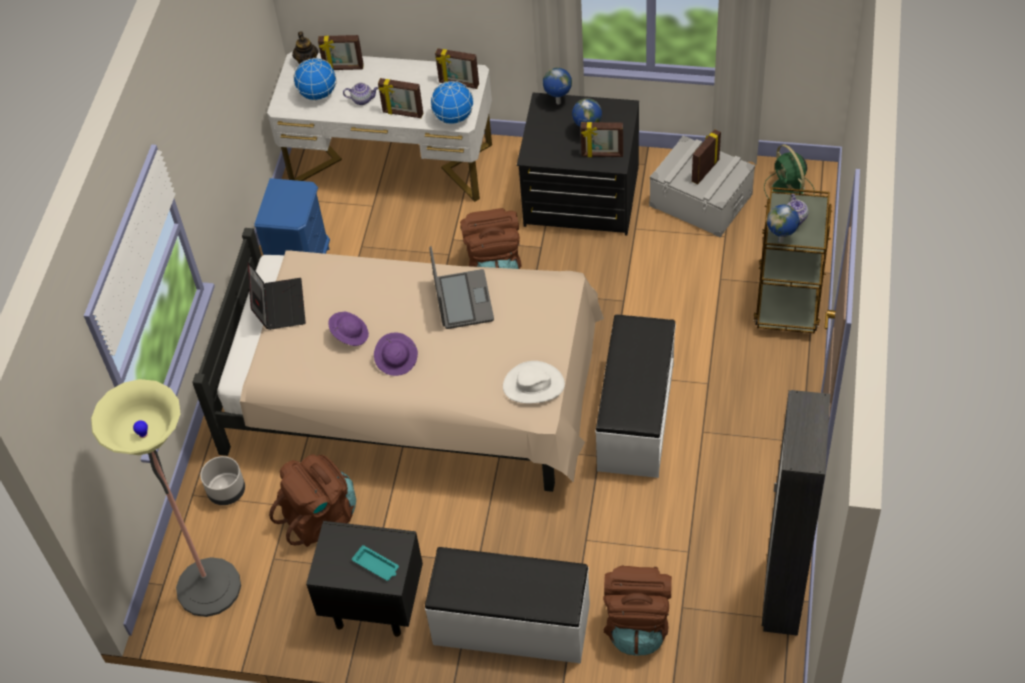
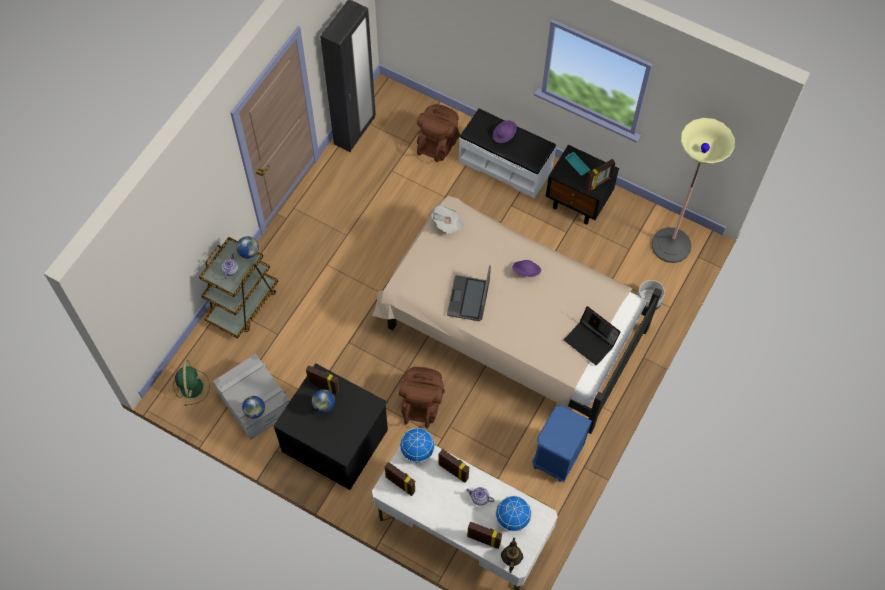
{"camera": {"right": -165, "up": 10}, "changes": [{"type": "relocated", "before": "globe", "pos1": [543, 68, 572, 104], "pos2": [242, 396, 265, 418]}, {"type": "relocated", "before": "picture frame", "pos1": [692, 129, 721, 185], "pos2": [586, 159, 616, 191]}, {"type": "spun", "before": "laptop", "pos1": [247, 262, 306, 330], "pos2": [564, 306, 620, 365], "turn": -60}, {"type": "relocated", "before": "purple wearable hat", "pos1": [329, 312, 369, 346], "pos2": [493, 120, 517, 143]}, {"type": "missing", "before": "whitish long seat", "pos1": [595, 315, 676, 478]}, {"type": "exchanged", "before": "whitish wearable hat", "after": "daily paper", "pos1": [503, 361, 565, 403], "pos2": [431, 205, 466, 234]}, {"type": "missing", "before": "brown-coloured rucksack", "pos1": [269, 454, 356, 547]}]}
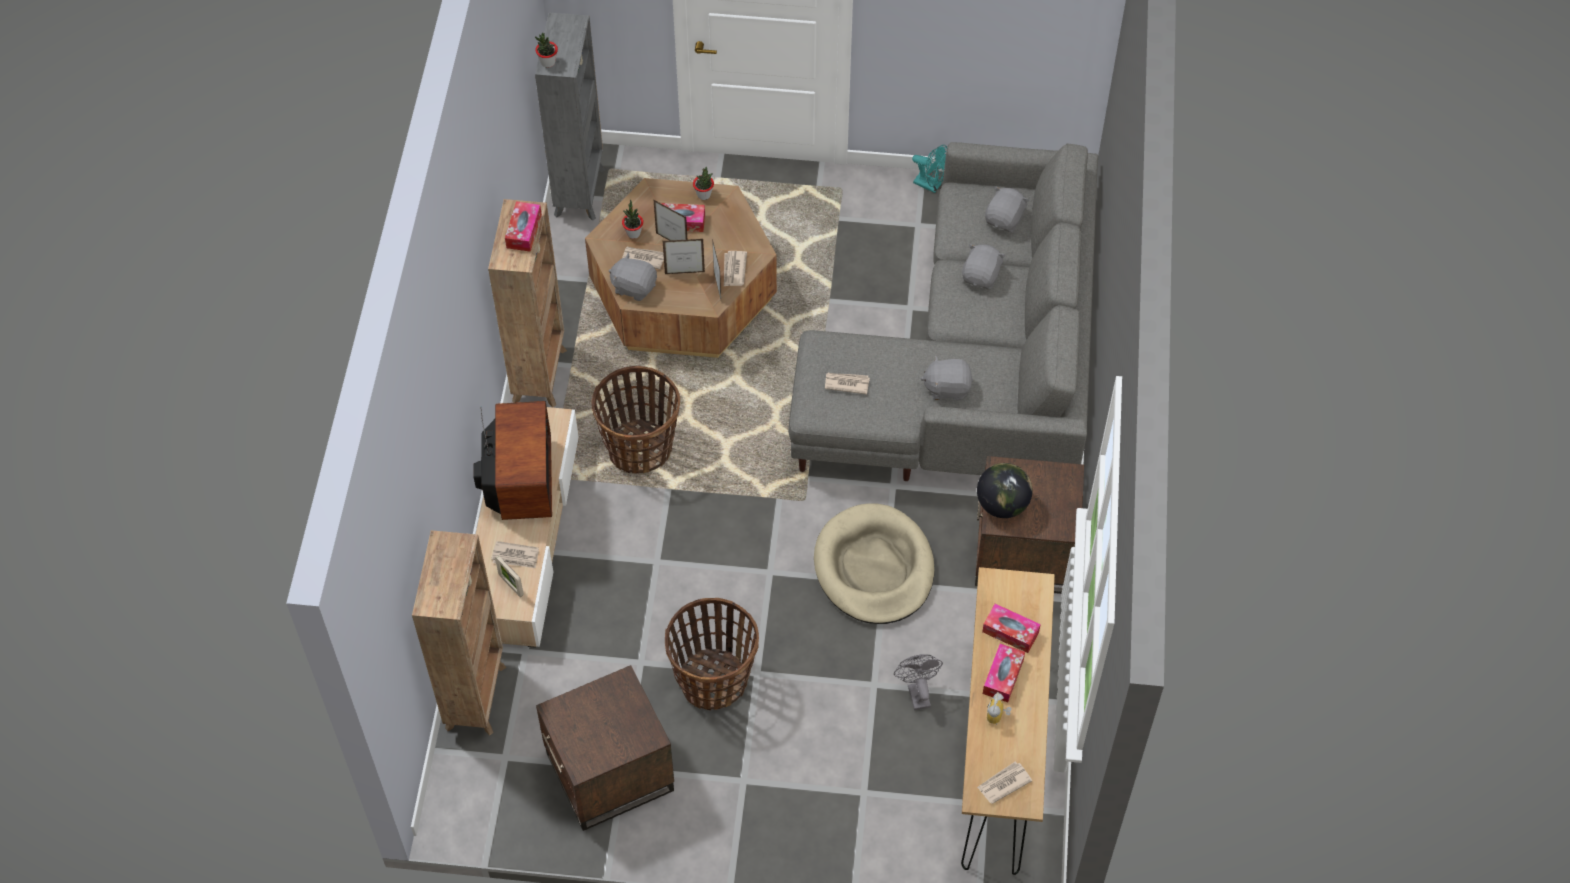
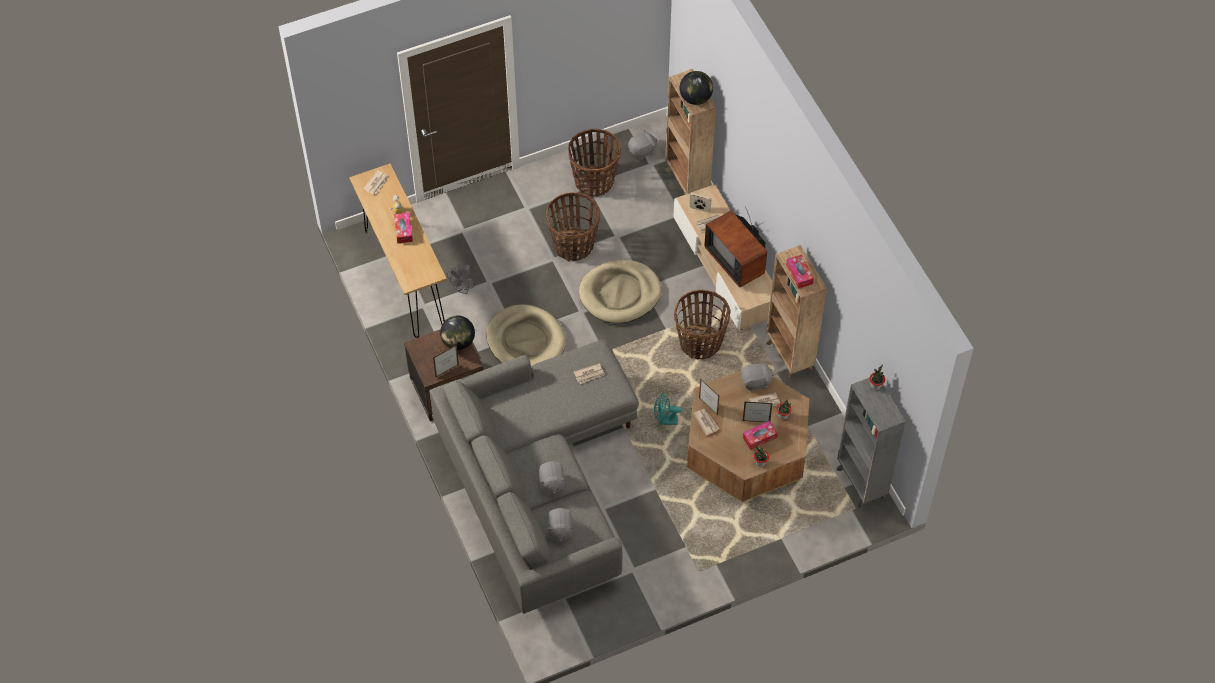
{"camera": {"right": 150, "up": 0}, "changes": [{"type": "relocated", "before": "blue-green cooling fan", "pos1": [912, 145, 947, 193], "pos2": [654, 392, 682, 425]}, {"type": "relocated", "before": "picture frame", "pos1": [663, 239, 705, 274], "pos2": [433, 345, 459, 378]}, {"type": "relocated", "before": "gray soft toy", "pos1": [921, 355, 973, 400], "pos2": [628, 130, 657, 160]}, {"type": "missing", "before": "box of tissues", "pos1": [982, 604, 1041, 653]}, {"type": "spun", "before": "gray cooling fan", "pos1": [894, 654, 943, 710], "pos2": [447, 264, 476, 294], "turn": 60}, {"type": "exchanged", "before": "brown-coloured side table", "after": "household basket", "pos1": [536, 665, 674, 831], "pos2": [568, 129, 621, 197]}, {"type": "appeared", "after": "globe", "pos2": [680, 71, 713, 105]}, {"type": "appeared", "after": "beige-coloured pet bed", "pos2": [579, 260, 662, 323]}]}
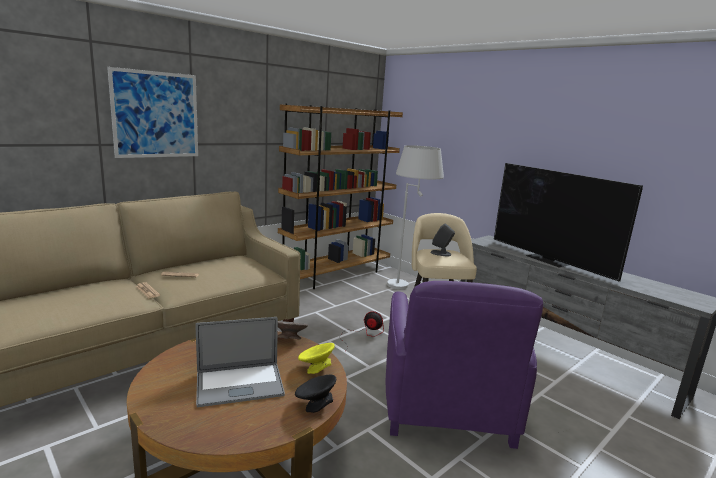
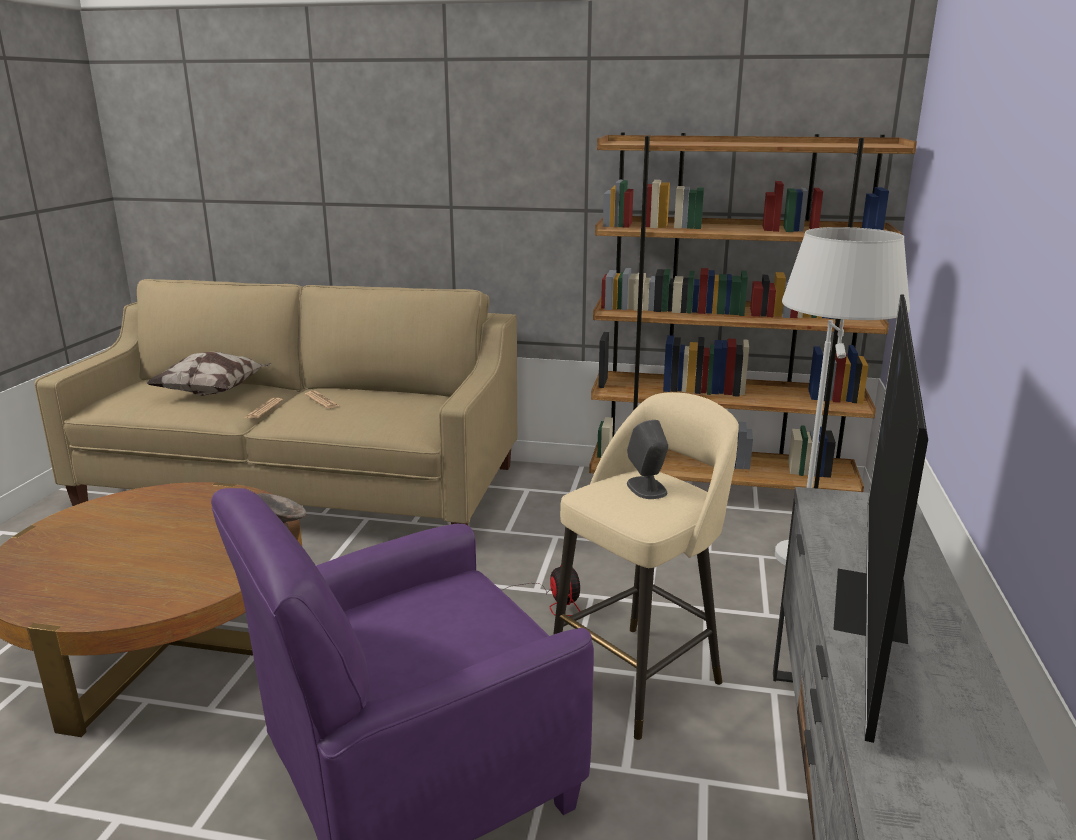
{"camera": {"right": 55, "up": 5}, "changes": [{"type": "missing", "before": "wall picture", "pos1": [107, 67, 198, 158]}, {"type": "missing", "before": "laptop", "pos1": [196, 317, 285, 407]}, {"type": "missing", "before": "yellowish bowl", "pos1": [298, 343, 335, 374]}, {"type": "missing", "before": "black bowl", "pos1": [295, 375, 336, 413]}, {"type": "appeared", "after": "pillow", "pos2": [146, 352, 270, 396]}]}
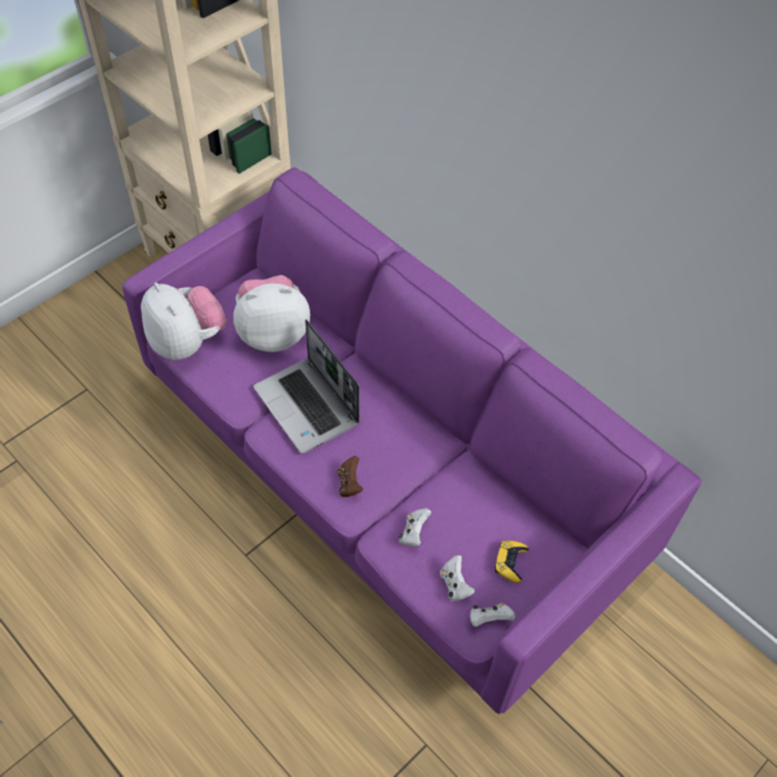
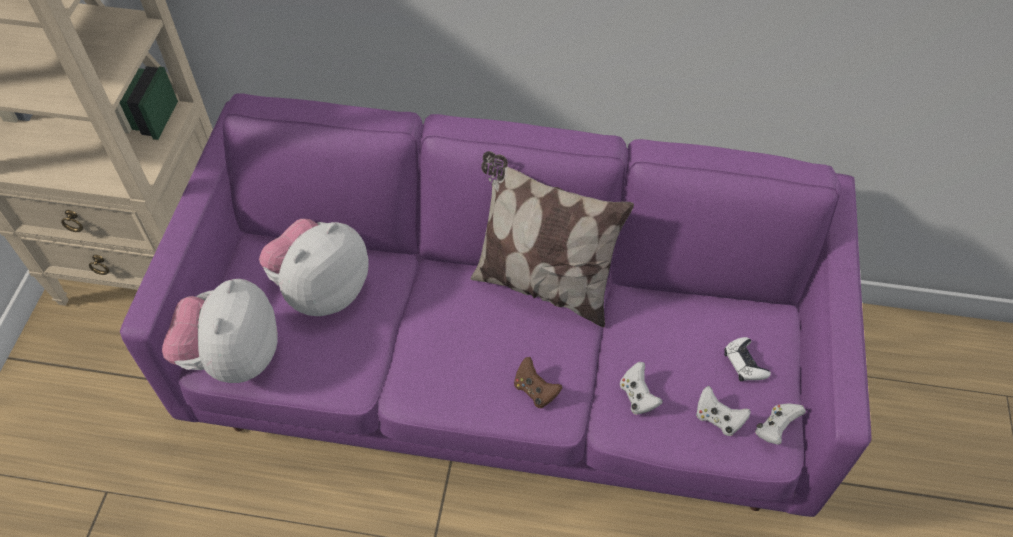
{"camera": {"right": -35, "up": 0}, "changes": [{"type": "spun", "before": "soft toy", "pos1": [141, 283, 227, 360], "pos2": [162, 279, 278, 383], "turn": -105}, {"type": "missing", "before": "laptop", "pos1": [253, 319, 359, 454]}, {"type": "colour", "before": "yellowish joypad", "after": "whitish joypad", "pos1": [495, 540, 529, 583], "pos2": [724, 337, 771, 381]}, {"type": "appeared", "after": "pillow", "pos2": [470, 151, 634, 328]}]}
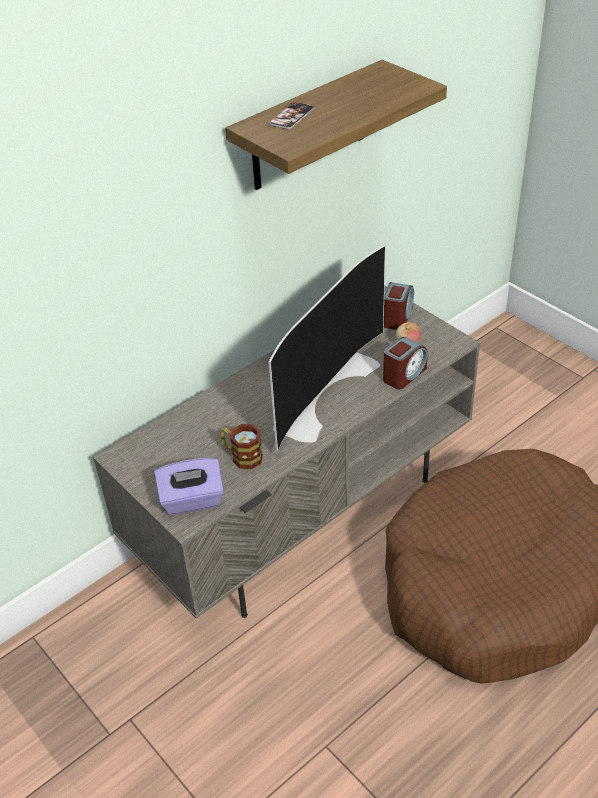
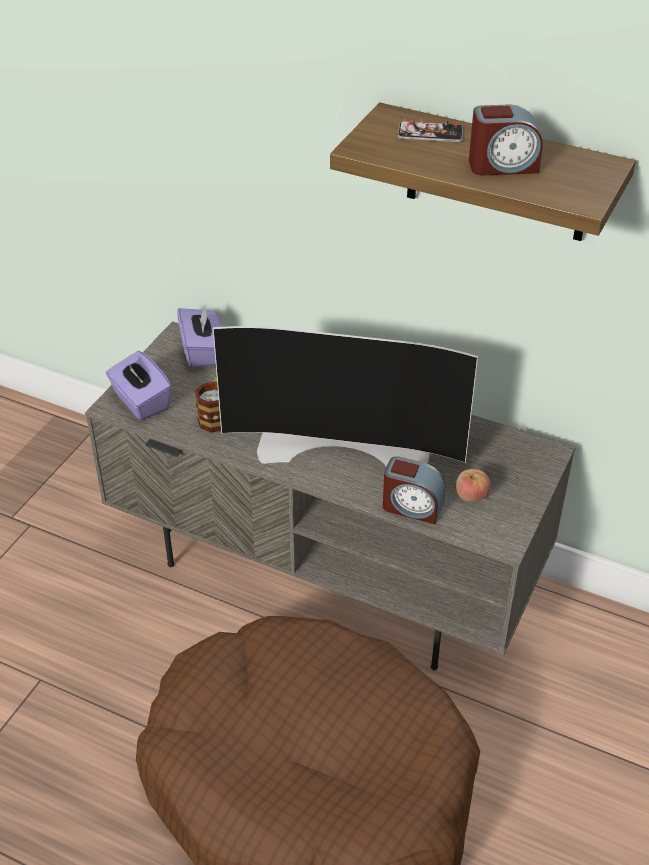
{"camera": {"right": 65, "up": 0}, "changes": [{"type": "relocated", "before": "alarm clock", "pos1": [384, 282, 414, 330], "pos2": [469, 105, 543, 175]}, {"type": "appeared", "after": "purple box of tissues", "pos2": [177, 303, 222, 368]}]}
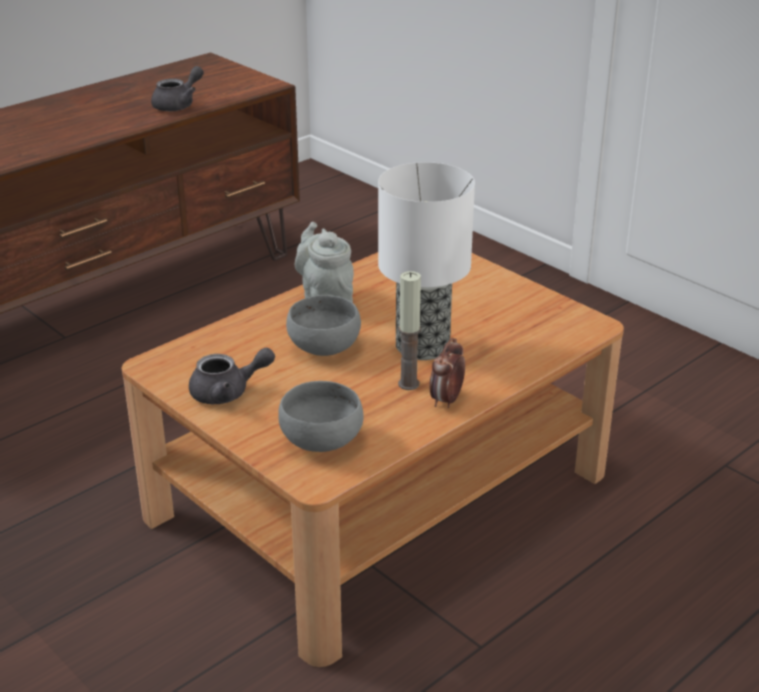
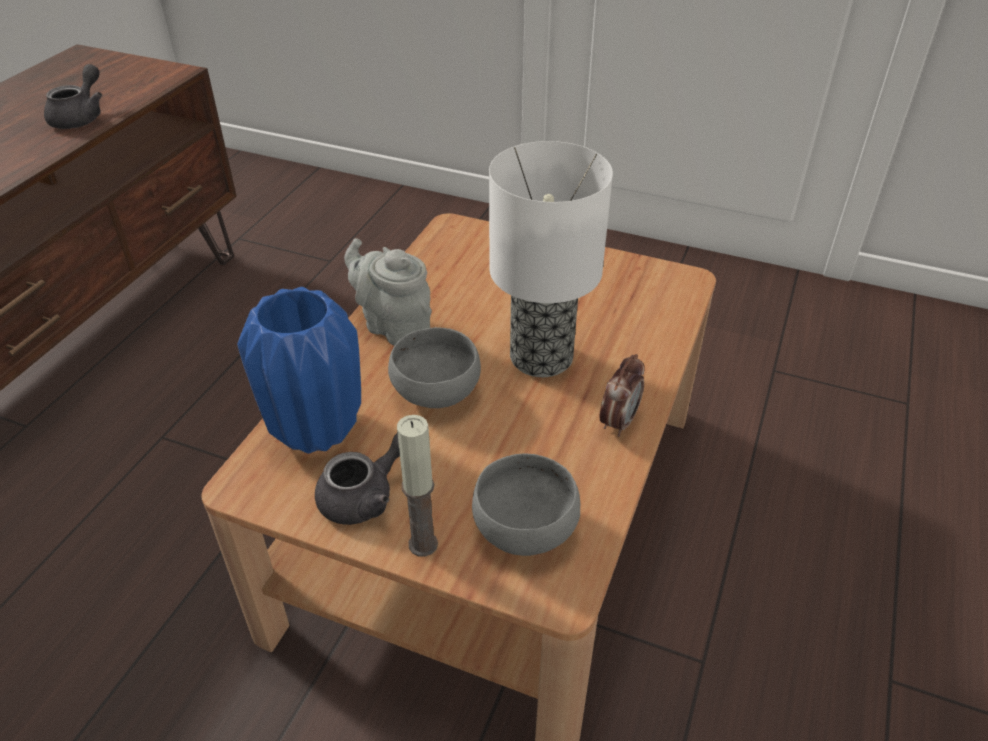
{"camera": {"right": -25, "up": 10}, "changes": [{"type": "relocated", "before": "candle", "pos1": [398, 271, 421, 390], "pos2": [397, 415, 438, 556]}, {"type": "spun", "before": "alarm clock", "pos1": [429, 338, 465, 408], "pos2": [600, 354, 645, 437], "turn": -150}, {"type": "appeared", "after": "blue-coloured decorative vase", "pos2": [237, 287, 361, 454]}]}
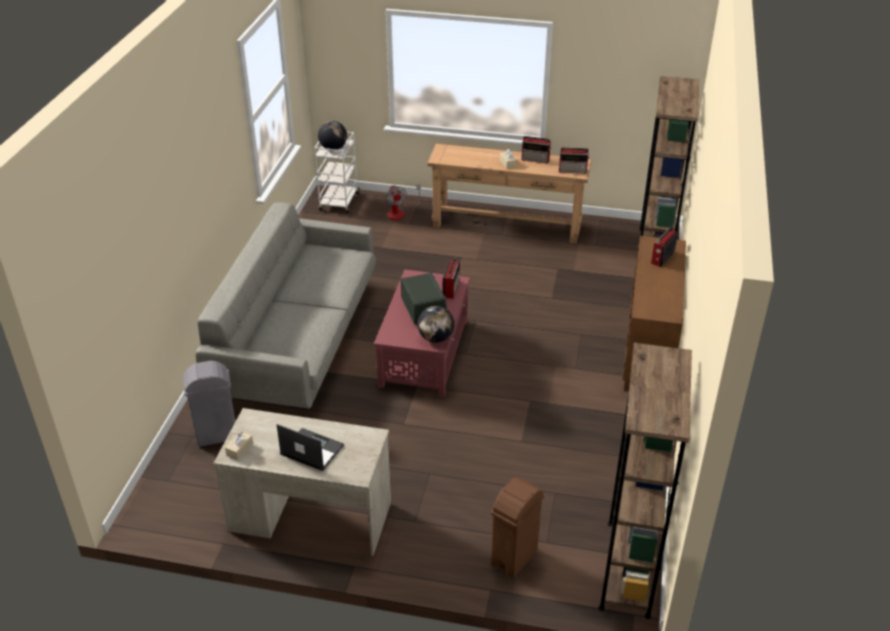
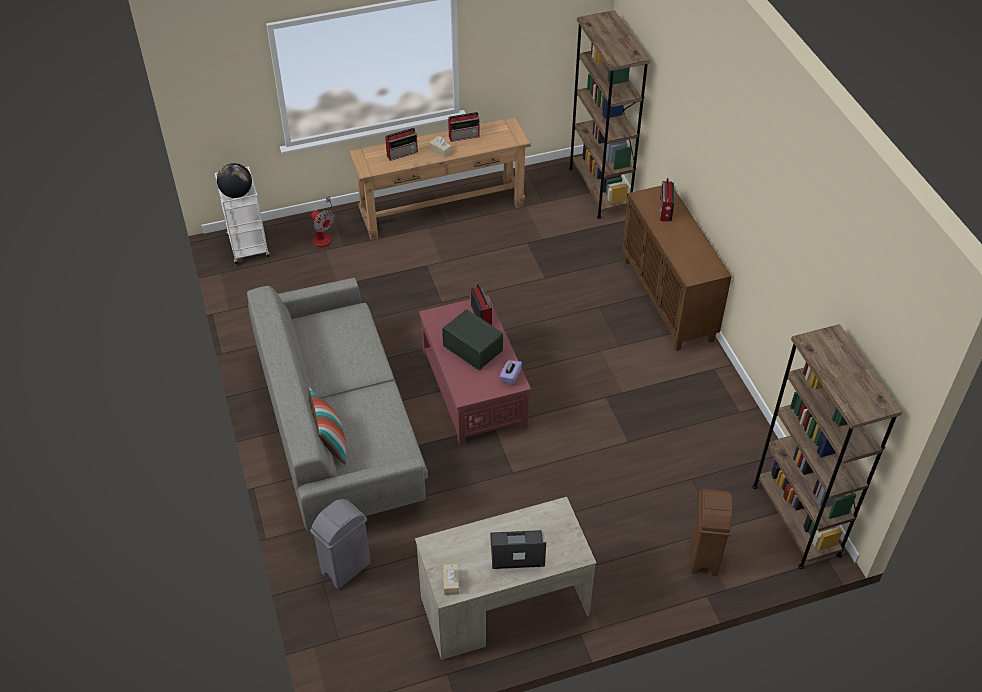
{"camera": {"right": -30, "up": 10}, "changes": [{"type": "relocated", "before": "radio receiver", "pos1": [559, 148, 589, 174], "pos2": [385, 128, 418, 161]}, {"type": "exchanged", "before": "globe", "after": "purple box of tissues", "pos1": [418, 306, 454, 343], "pos2": [500, 360, 522, 385]}, {"type": "appeared", "after": "pillow", "pos2": [309, 388, 346, 464]}]}
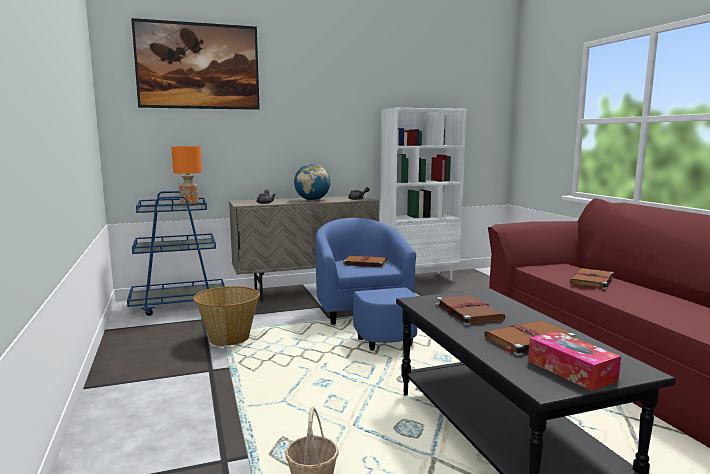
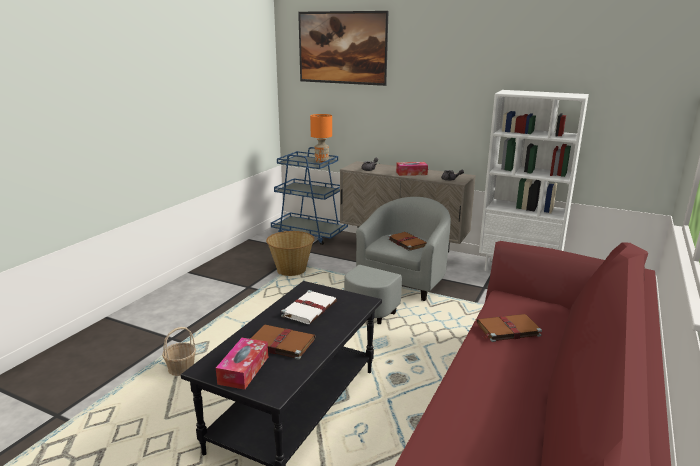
{"camera": {"right": 45, "up": 10}, "changes": [{"type": "exchanged", "before": "globe", "after": "box of tissues", "pos1": [294, 164, 330, 201], "pos2": [396, 162, 428, 176]}, {"type": "colour", "before": "blue-coloured armchair", "after": "gray armchair", "pos1": [315, 218, 417, 351], "pos2": [344, 197, 451, 324]}, {"type": "colour", "before": "brown-coloured book", "after": "whitish book", "pos1": [436, 295, 505, 326], "pos2": [281, 290, 337, 324]}]}
